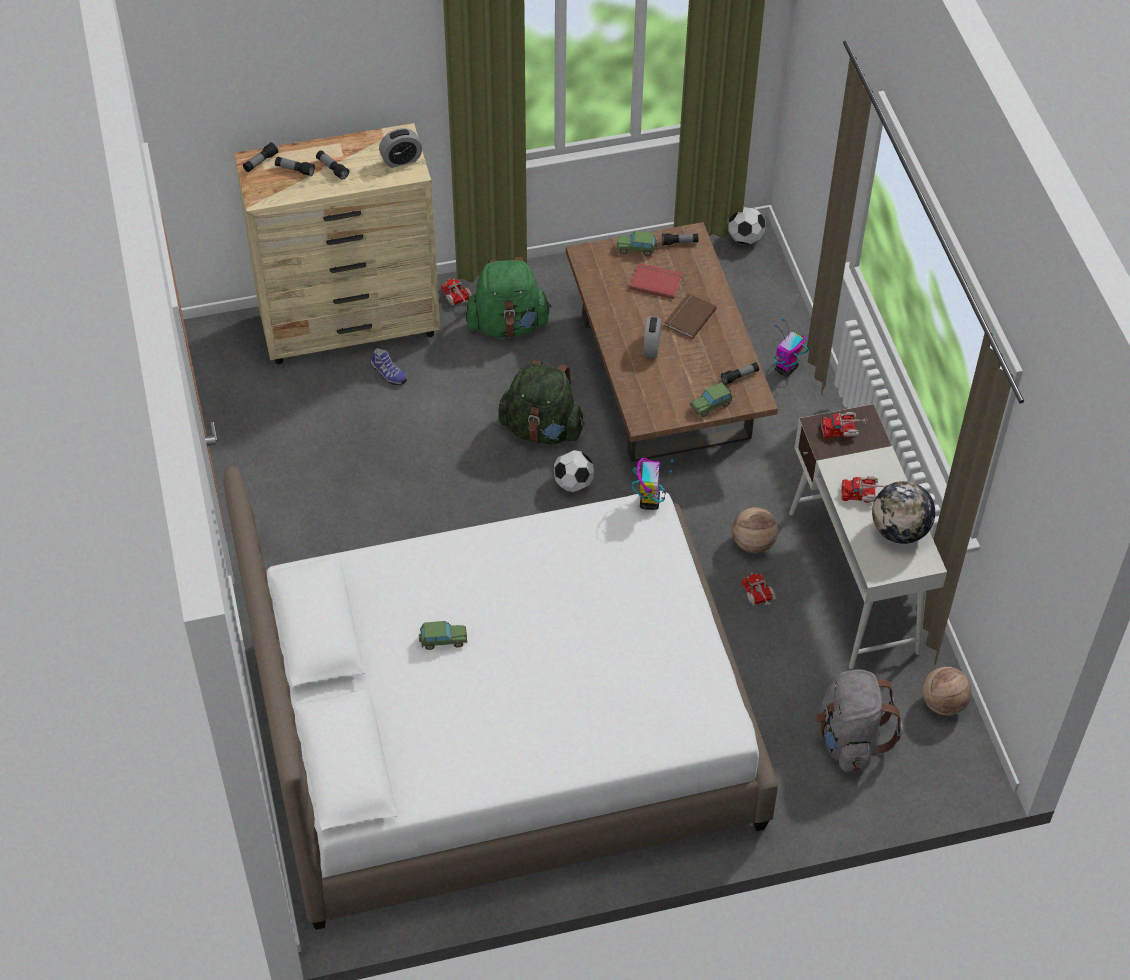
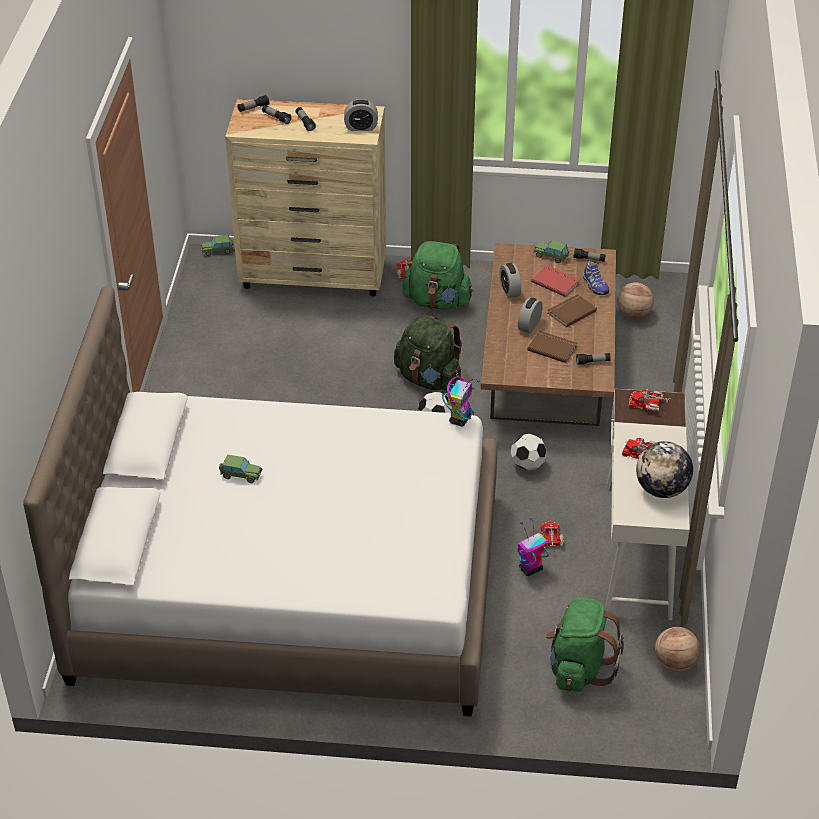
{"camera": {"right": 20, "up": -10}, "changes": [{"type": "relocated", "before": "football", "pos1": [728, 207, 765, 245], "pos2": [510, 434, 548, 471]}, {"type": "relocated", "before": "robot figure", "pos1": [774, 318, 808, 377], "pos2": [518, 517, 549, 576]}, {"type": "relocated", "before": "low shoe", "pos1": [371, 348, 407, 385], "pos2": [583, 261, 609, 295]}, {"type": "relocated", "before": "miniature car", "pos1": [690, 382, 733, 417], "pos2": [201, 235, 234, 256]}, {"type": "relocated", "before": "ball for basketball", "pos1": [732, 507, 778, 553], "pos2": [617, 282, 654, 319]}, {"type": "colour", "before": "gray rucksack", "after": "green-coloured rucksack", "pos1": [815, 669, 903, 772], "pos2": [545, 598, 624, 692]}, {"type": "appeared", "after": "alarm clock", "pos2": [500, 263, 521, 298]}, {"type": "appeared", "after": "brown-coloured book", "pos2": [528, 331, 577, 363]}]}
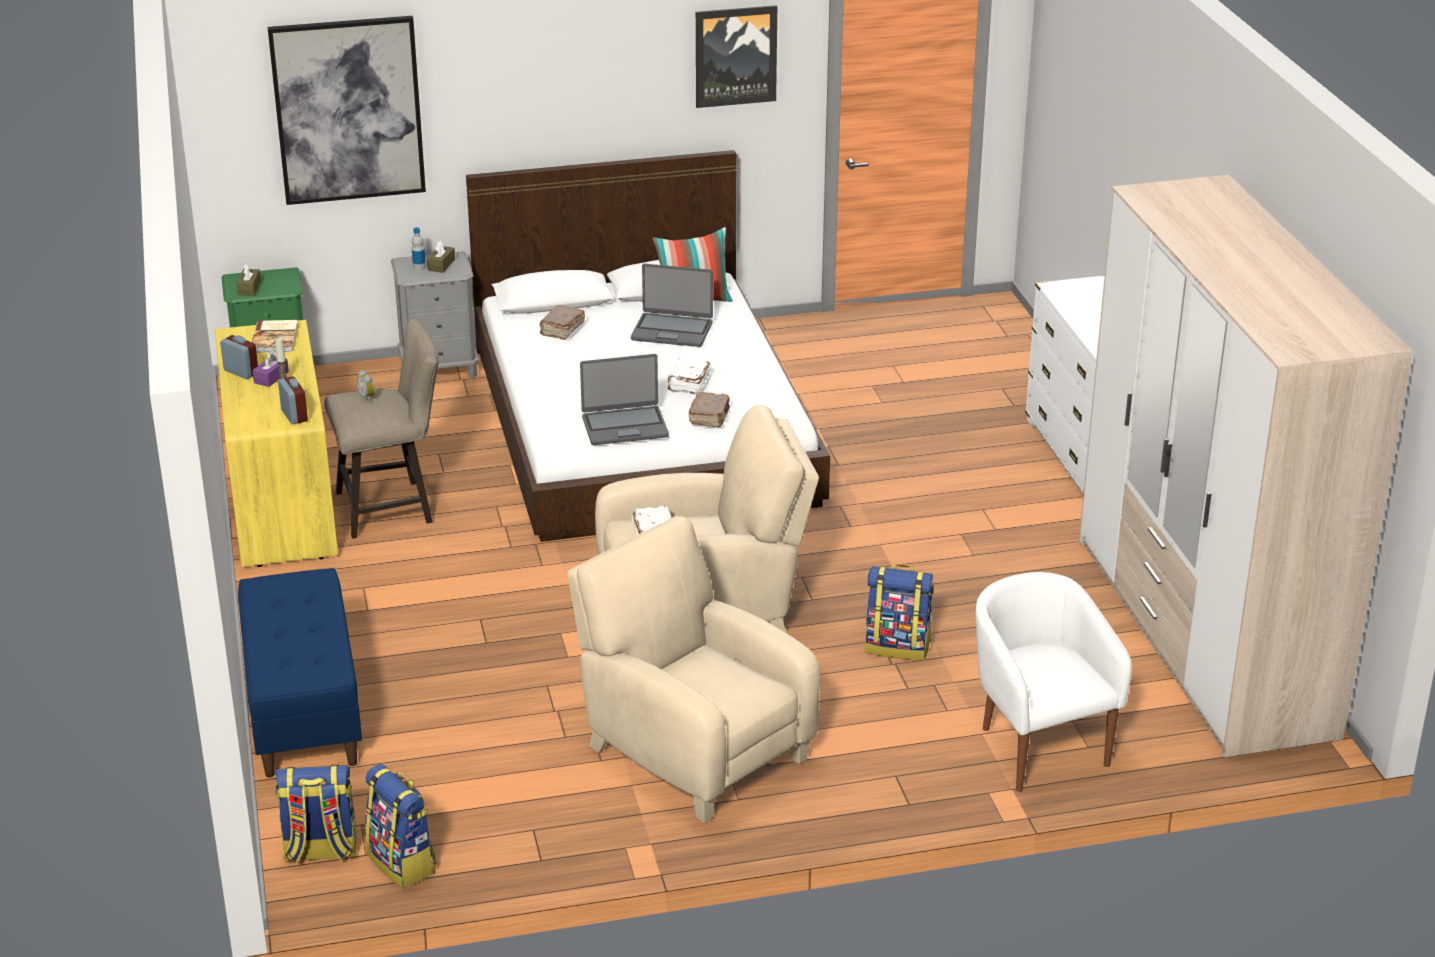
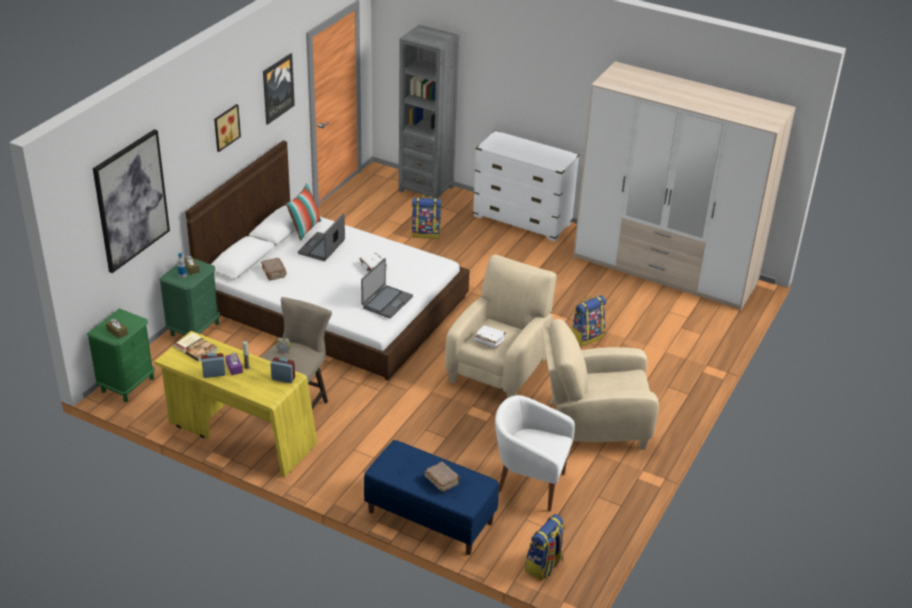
{"camera": {"right": -50, "up": 5}, "changes": [{"type": "colour", "before": "gray bedside table", "after": "green-coloured bedside table", "pos1": [391, 251, 479, 378], "pos2": [159, 259, 220, 336]}, {"type": "spun", "before": "laptop", "pos1": [631, 264, 713, 347], "pos2": [298, 213, 345, 261], "turn": 150}, {"type": "relocated", "before": "brown-coloured book", "pos1": [688, 392, 730, 427], "pos2": [424, 462, 460, 492]}, {"type": "relocated", "before": "whitish armchair", "pos1": [975, 572, 1132, 792], "pos2": [495, 395, 575, 512]}, {"type": "relocated", "before": "rucksack", "pos1": [365, 764, 436, 888], "pos2": [412, 196, 442, 239]}, {"type": "appeared", "after": "gray shelving unit", "pos2": [399, 25, 459, 199]}, {"type": "appeared", "after": "wall picture", "pos2": [214, 104, 241, 152]}]}
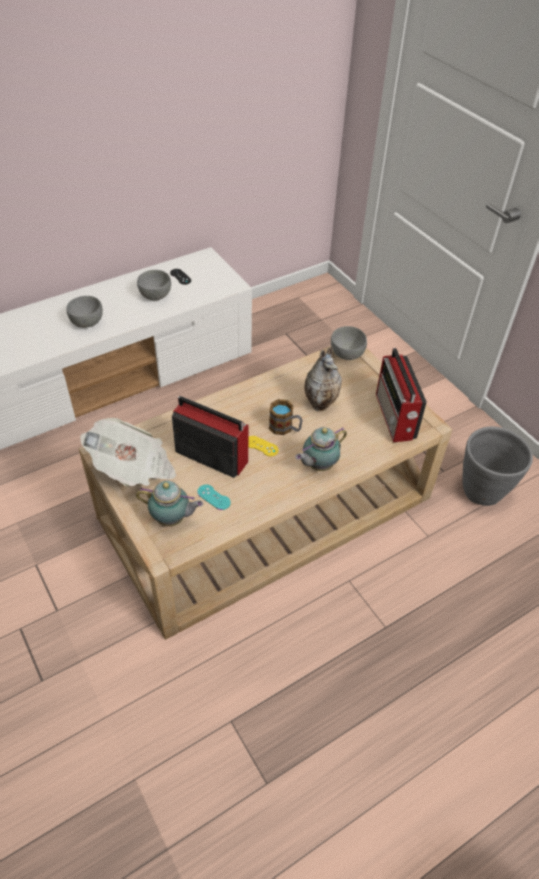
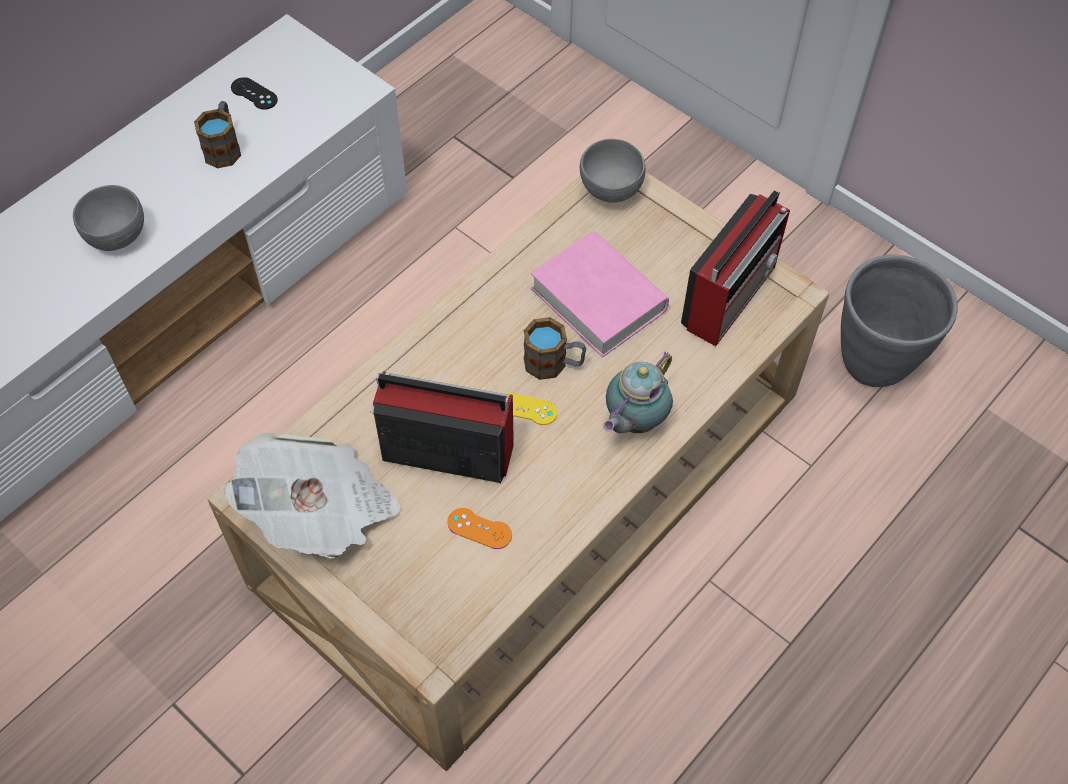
{"camera": {"right": -15, "up": 10}, "changes": [{"type": "exchanged", "before": "gray bowl", "after": "tea mug", "pos1": [137, 270, 171, 301], "pos2": [194, 101, 241, 168]}, {"type": "exchanged", "before": "decorative vase", "after": "pink-coloured book", "pos1": [304, 346, 342, 412], "pos2": [531, 231, 669, 357]}, {"type": "spun", "before": "radio receiver", "pos1": [376, 348, 427, 442], "pos2": [681, 190, 790, 346], "turn": -120}, {"type": "missing", "before": "teapot", "pos1": [136, 481, 203, 527]}, {"type": "colour", "before": "blue-green joypad", "after": "orangey joypad", "pos1": [197, 485, 231, 510], "pos2": [447, 508, 512, 549]}]}
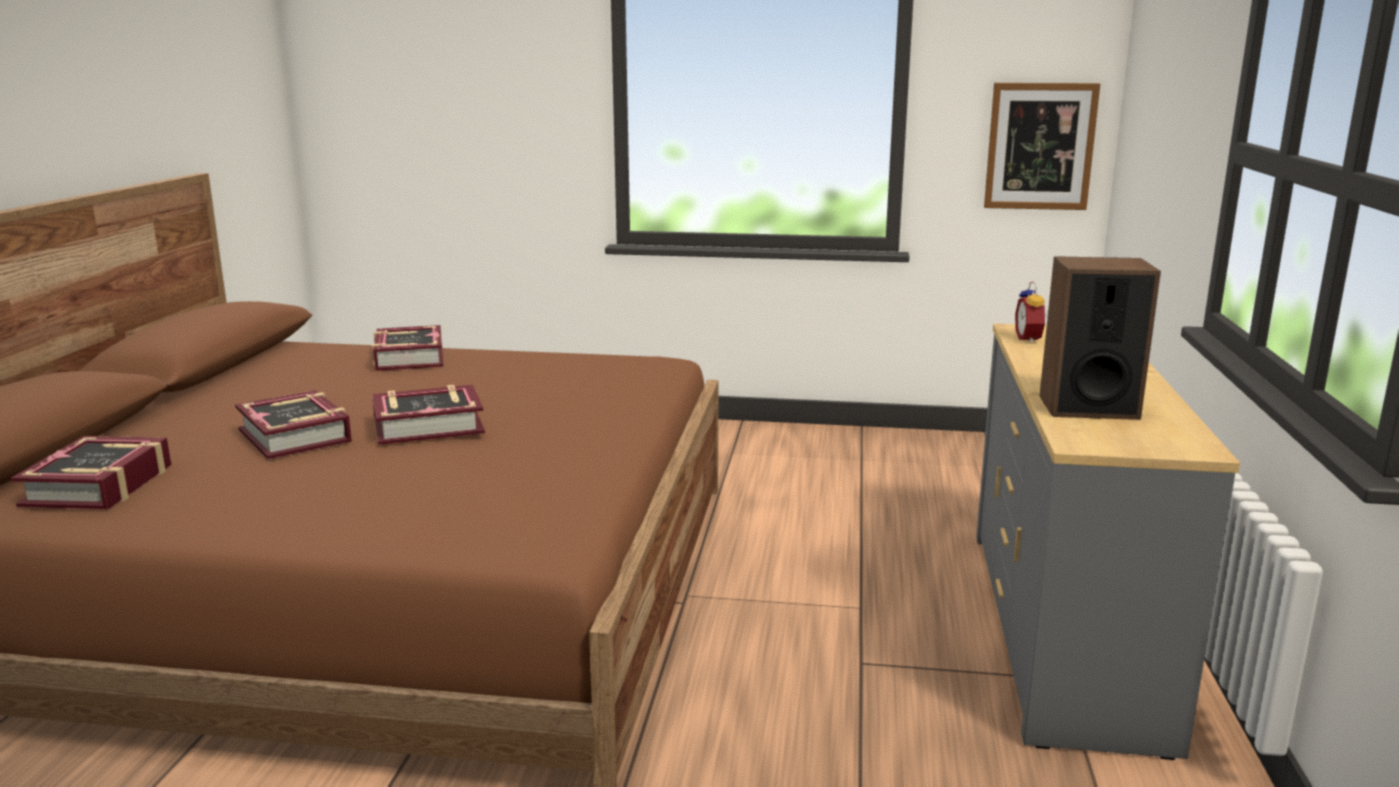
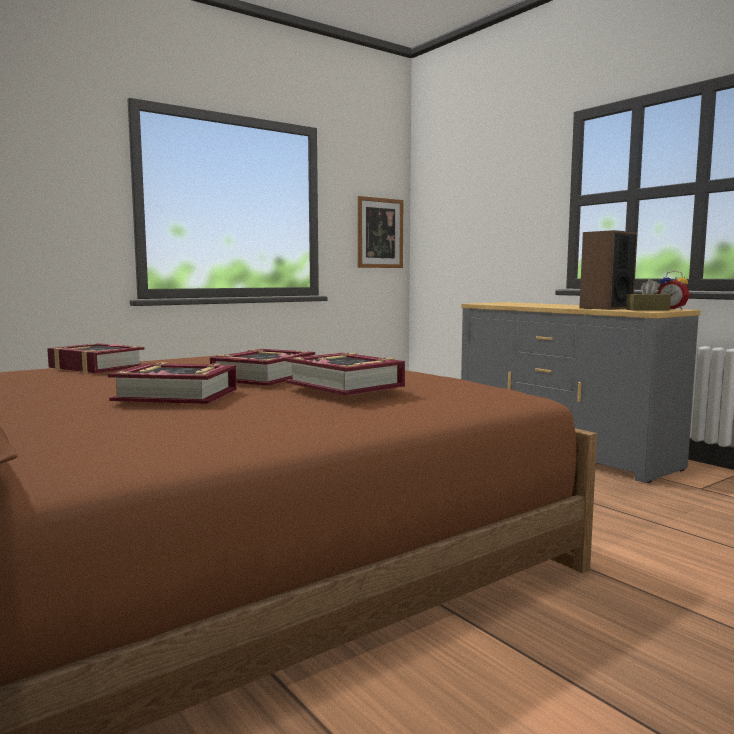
{"camera": {"right": -45, "up": -10}, "changes": [{"type": "relocated", "before": "alarm clock", "pos1": [1015, 282, 1048, 344], "pos2": [657, 270, 690, 310]}, {"type": "relocated", "before": "book", "pos1": [11, 436, 171, 509], "pos2": [285, 353, 405, 396]}, {"type": "appeared", "after": "brown-coloured box of tissues", "pos2": [626, 279, 671, 311]}]}
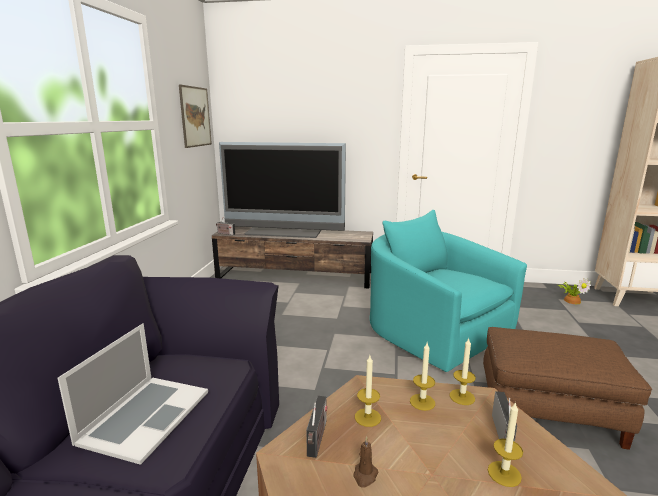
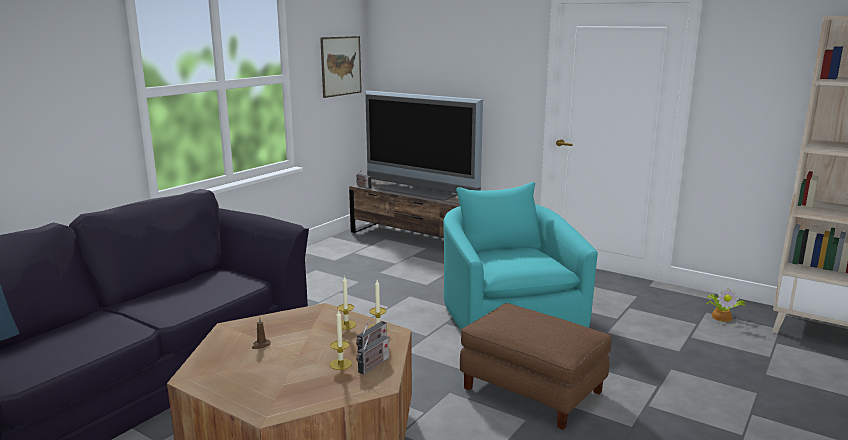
{"camera": {"right": 25, "up": 0}, "changes": [{"type": "missing", "before": "laptop", "pos1": [57, 323, 208, 465]}, {"type": "missing", "before": "candle", "pos1": [355, 356, 381, 427]}, {"type": "relocated", "before": "radio receiver", "pos1": [306, 396, 327, 458], "pos2": [356, 334, 389, 375]}]}
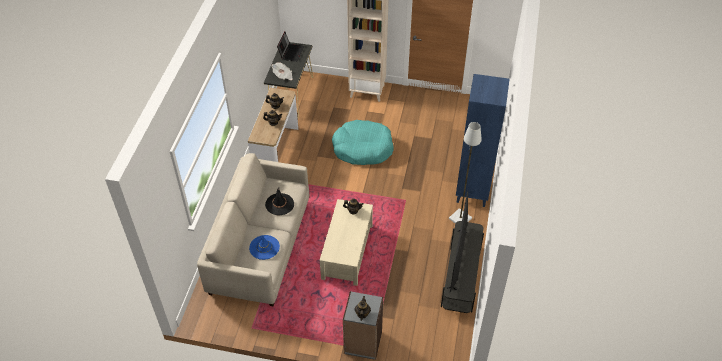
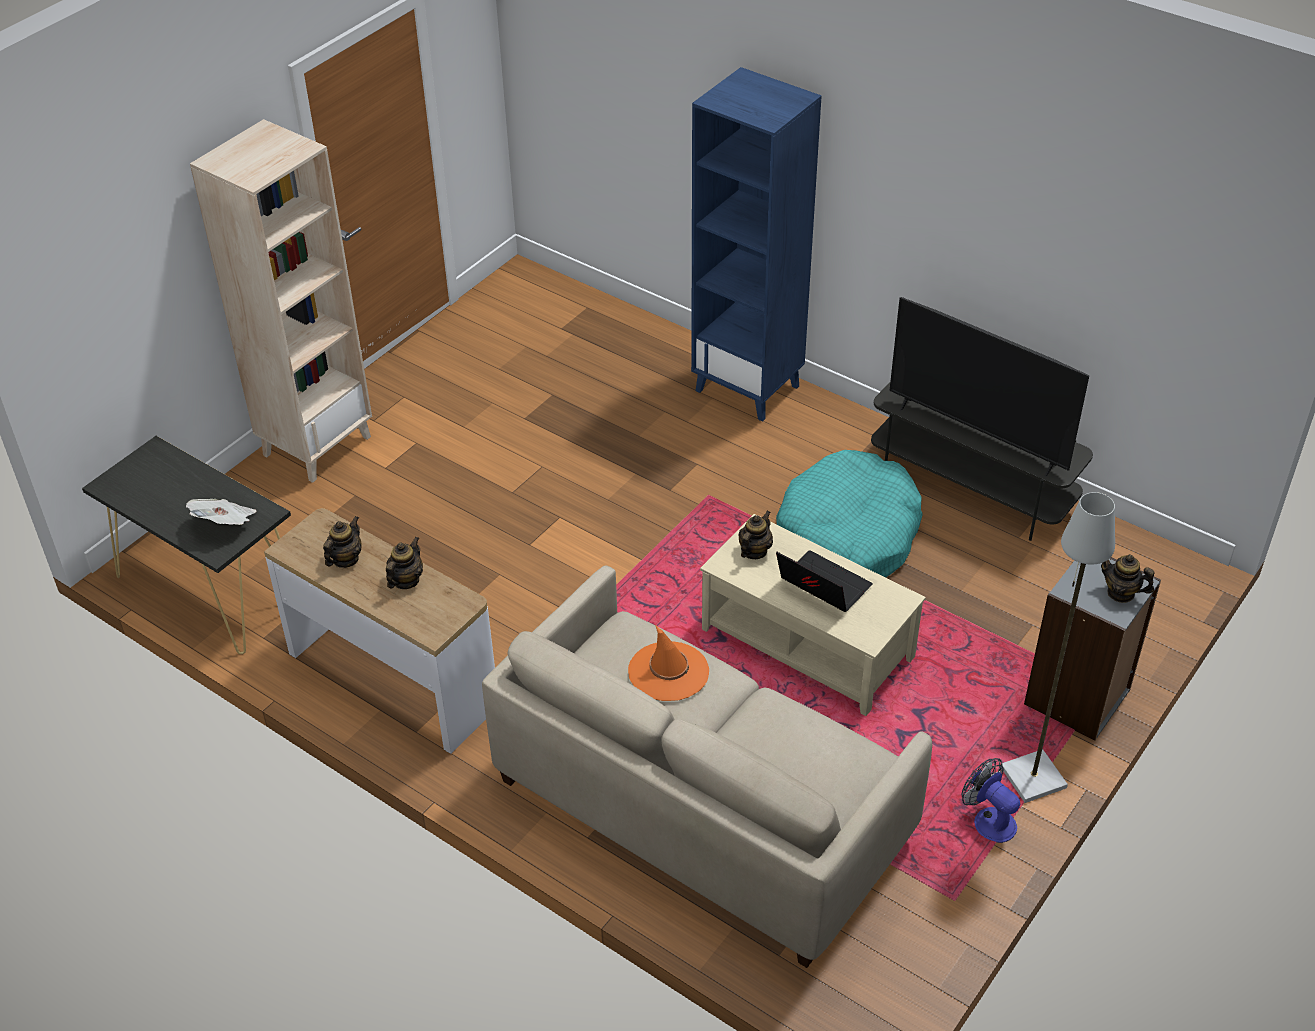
{"camera": {"right": -65, "up": -5}, "changes": [{"type": "relocated", "before": "laptop", "pos1": [277, 31, 304, 62], "pos2": [776, 550, 873, 612]}, {"type": "relocated", "before": "blue-green pet bed", "pos1": [332, 120, 394, 165], "pos2": [776, 450, 923, 578]}, {"type": "relocated", "before": "gray standard lamp", "pos1": [449, 122, 482, 223], "pos2": [1002, 492, 1115, 803]}, {"type": "colour", "before": "black wearable hat", "after": "orangey wearable hat", "pos1": [265, 188, 294, 215], "pos2": [628, 625, 709, 701]}, {"type": "missing", "before": "blue-coloured wearable hat", "pos1": [249, 235, 280, 260]}, {"type": "appeared", "after": "cooling fan", "pos2": [962, 758, 1020, 843]}]}
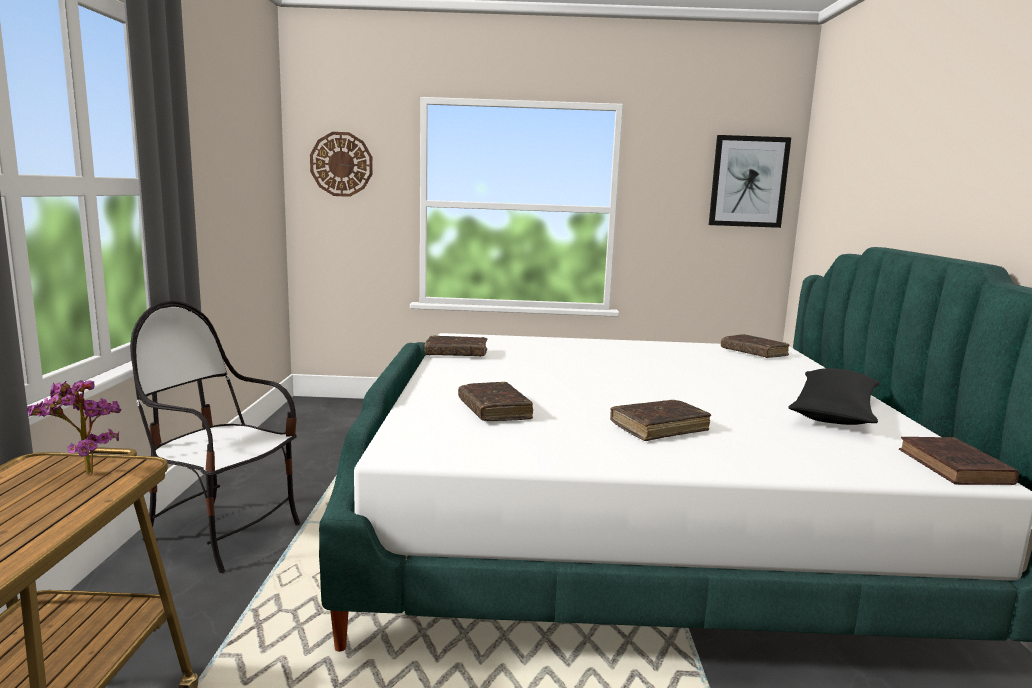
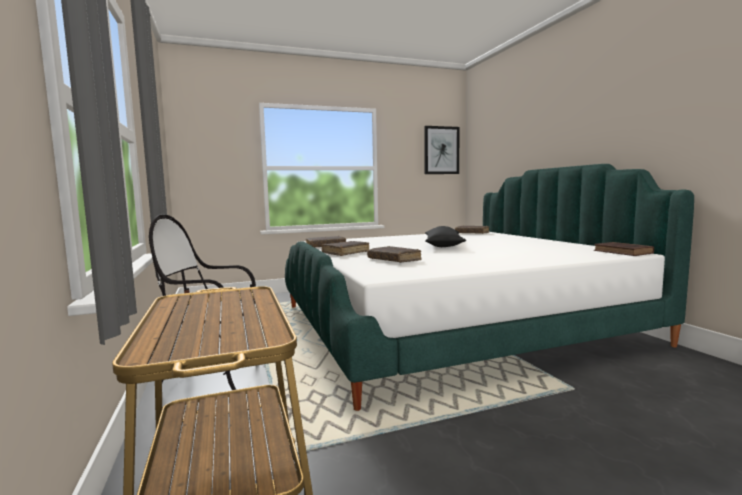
{"camera": {"right": -20, "up": -5}, "changes": [{"type": "missing", "before": "clock on the wall", "pos1": [310, 132, 373, 197]}, {"type": "relocated", "before": "black pillow", "pos1": [788, 368, 880, 425], "pos2": [425, 226, 466, 247]}, {"type": "missing", "before": "houseplant", "pos1": [27, 380, 121, 475]}, {"type": "relocated", "before": "brown-coloured book", "pos1": [610, 400, 711, 441], "pos2": [322, 241, 370, 256]}]}
